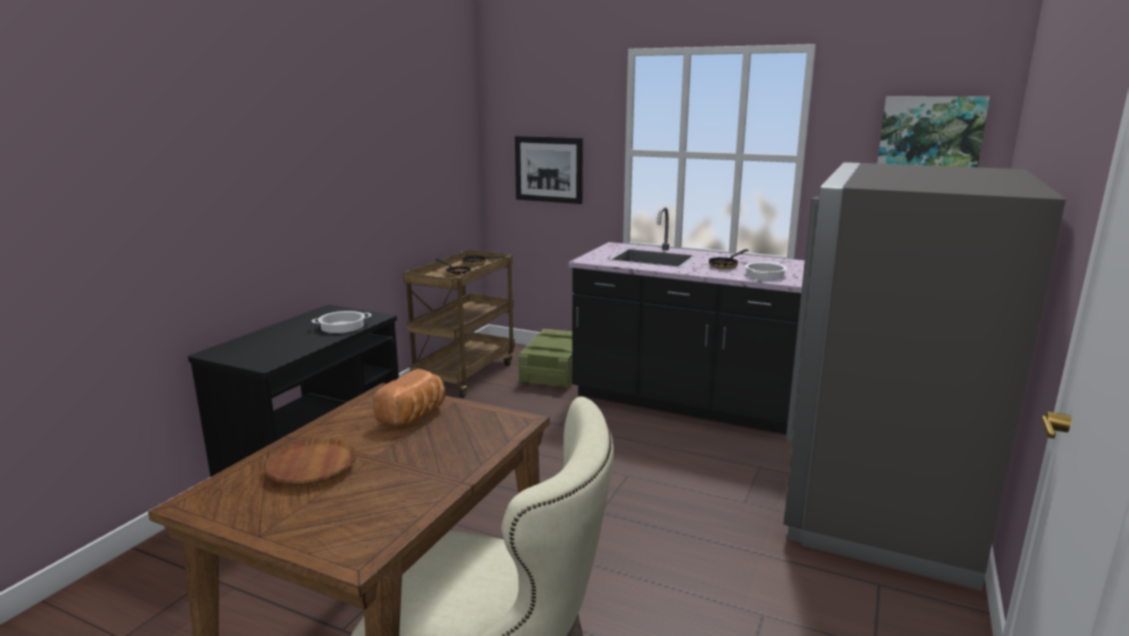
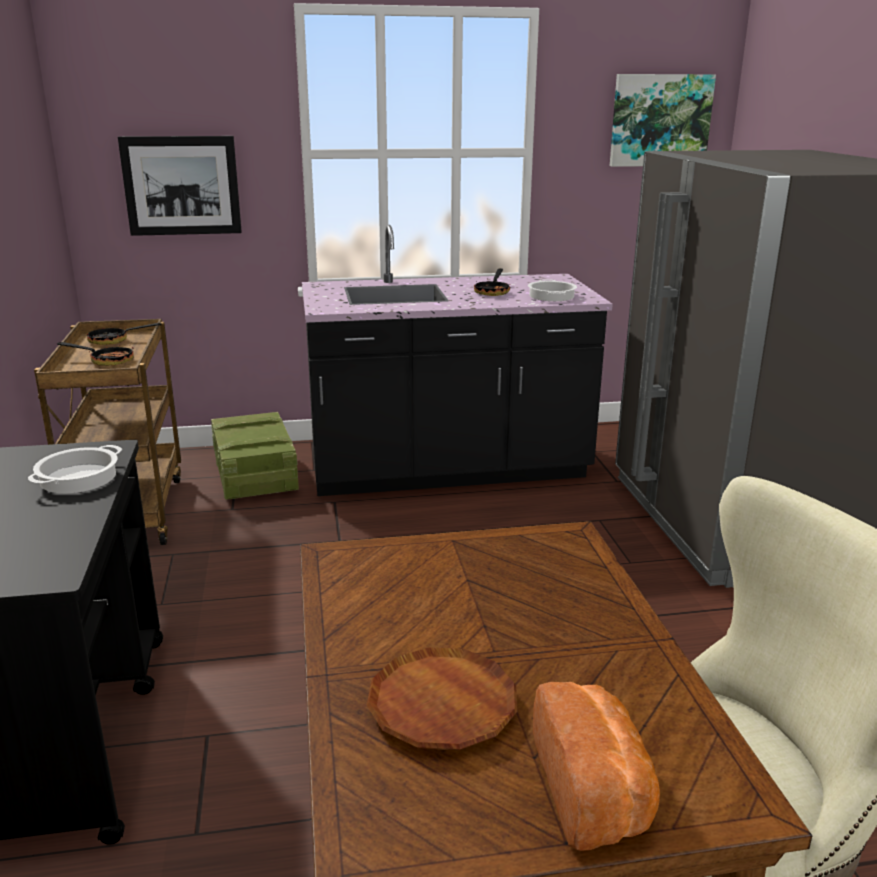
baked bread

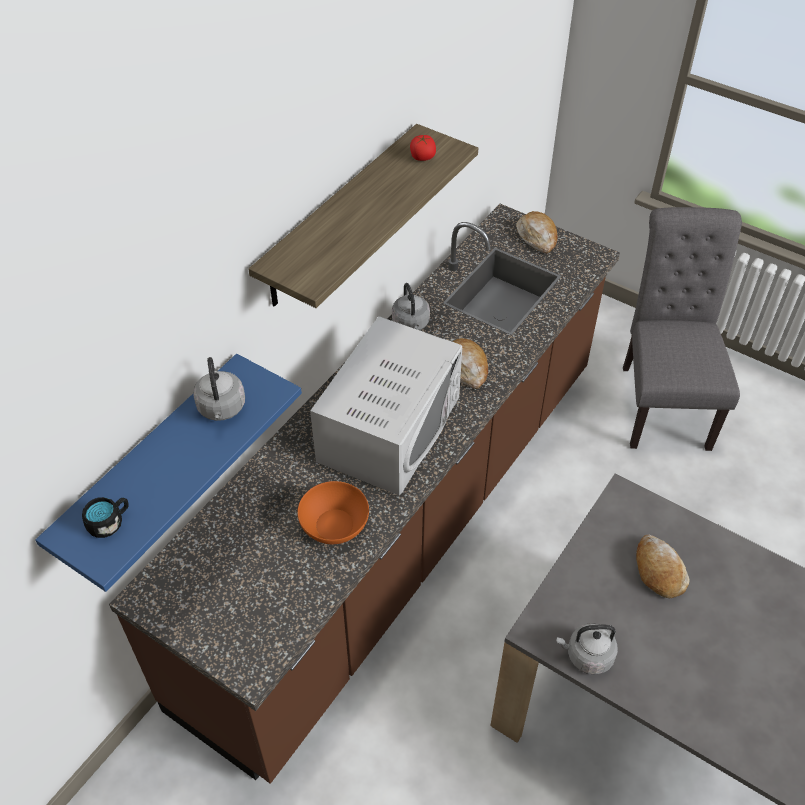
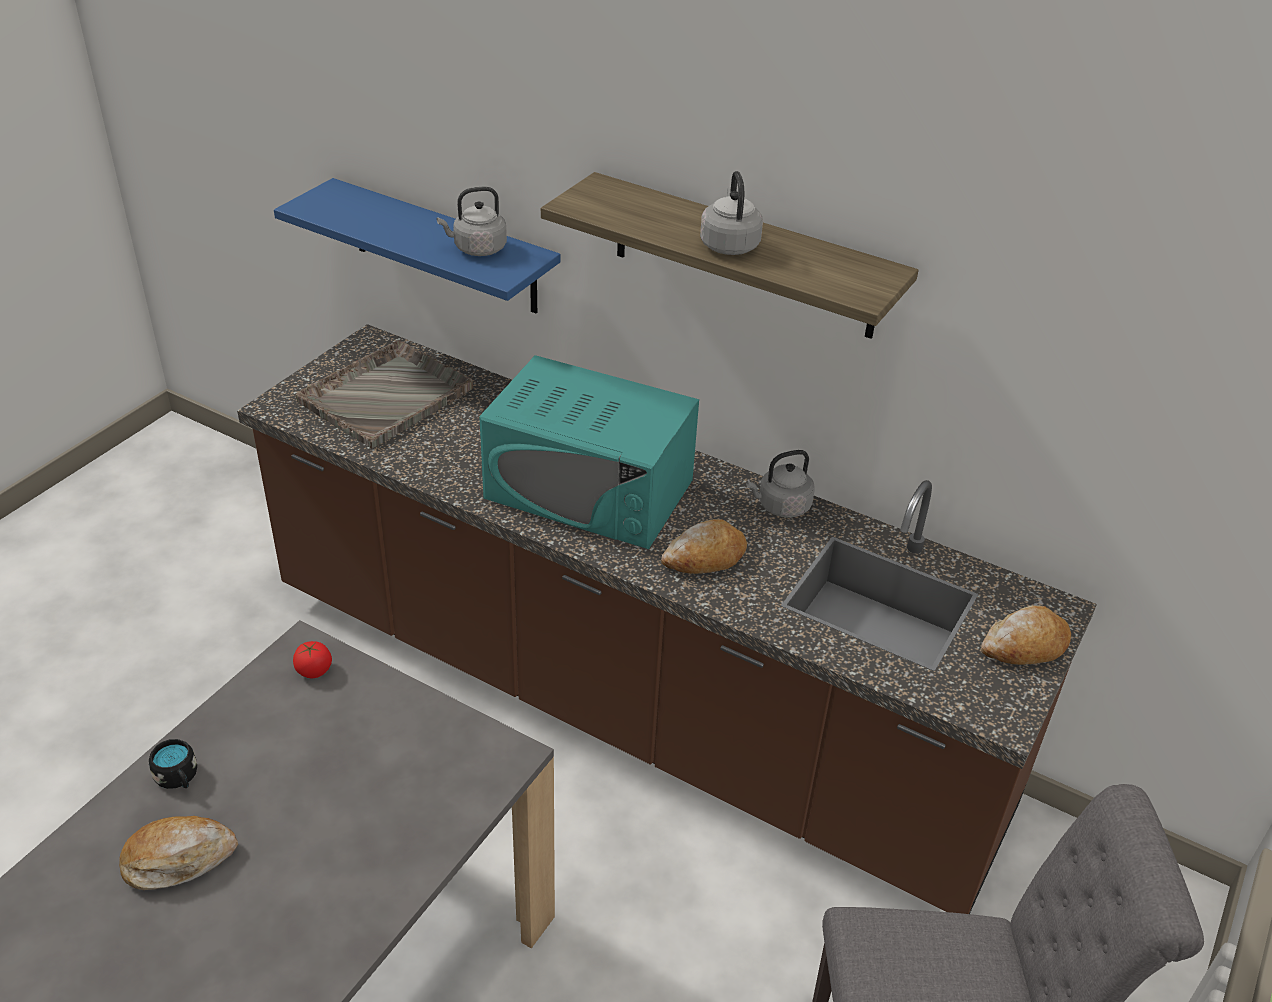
bowl/orange
tray/gray
mug/black
tomato
tea kettle/gray (2nd from left)
baked bread (1st from left)
kitchen microwave/turquoise

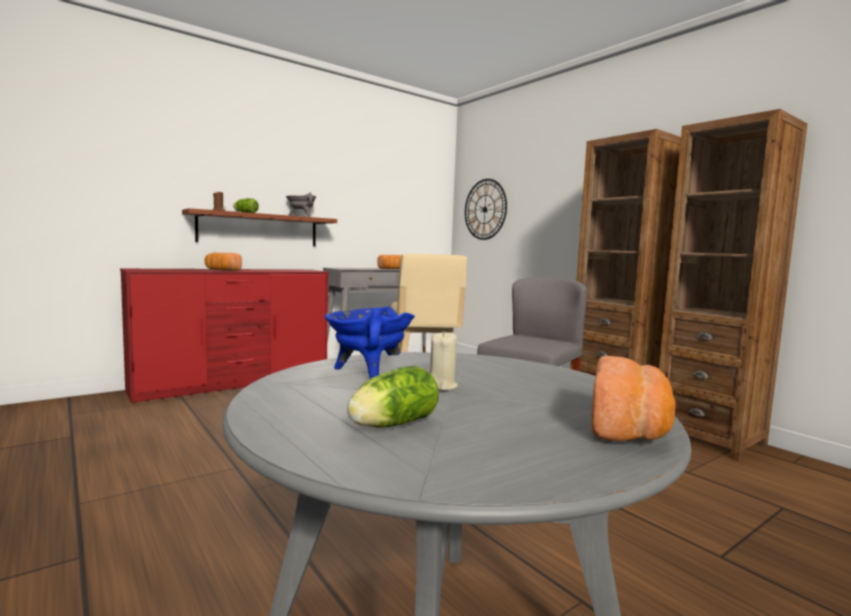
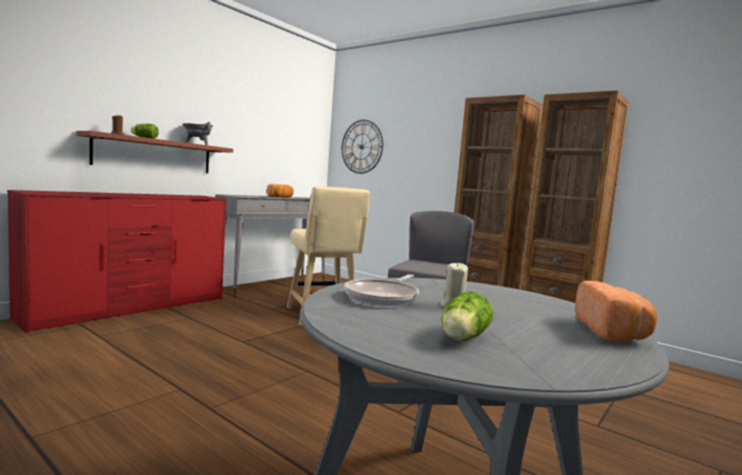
baked bread (1st from left in the first image)
pan

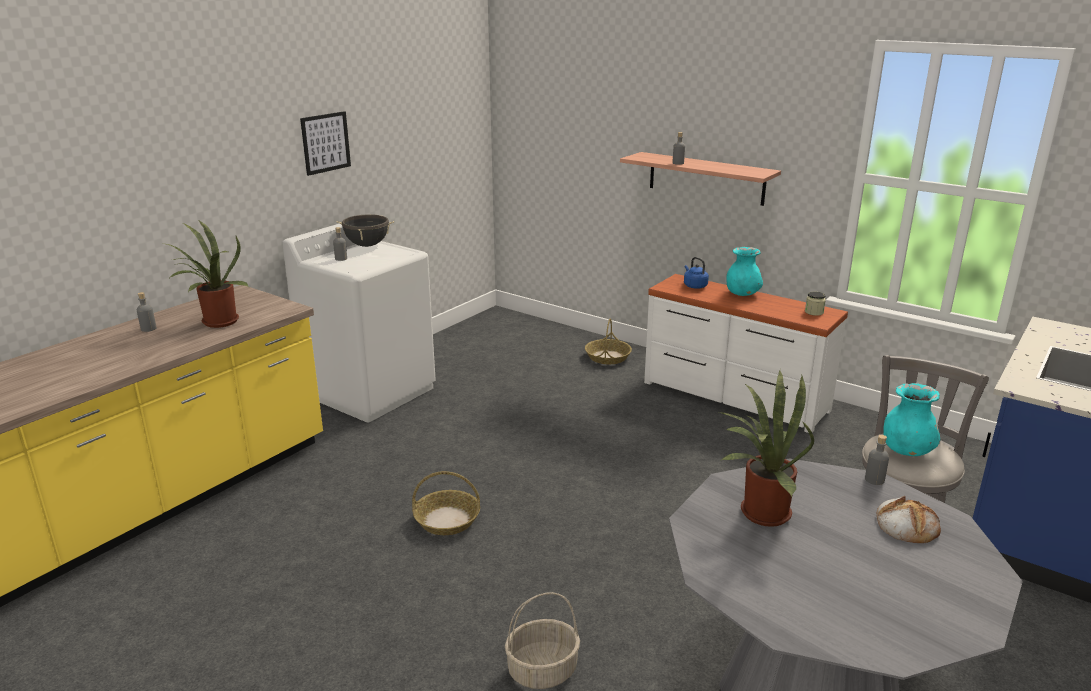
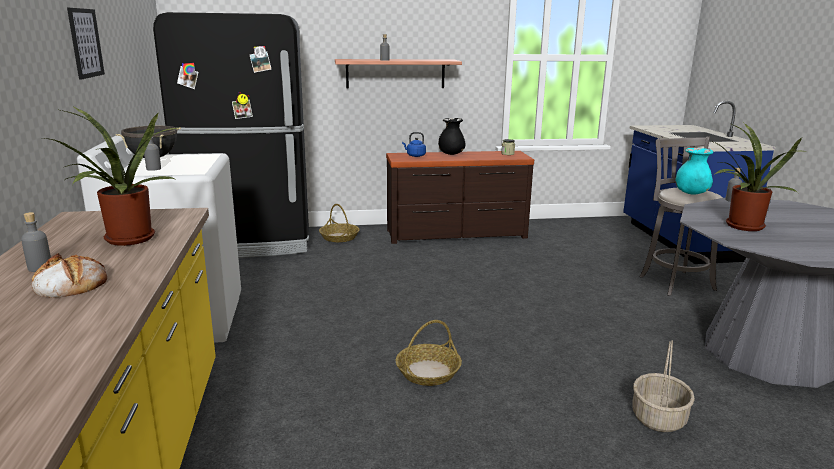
fridge/black
baked bread
chest of drawers/brownish
decorative vase/black

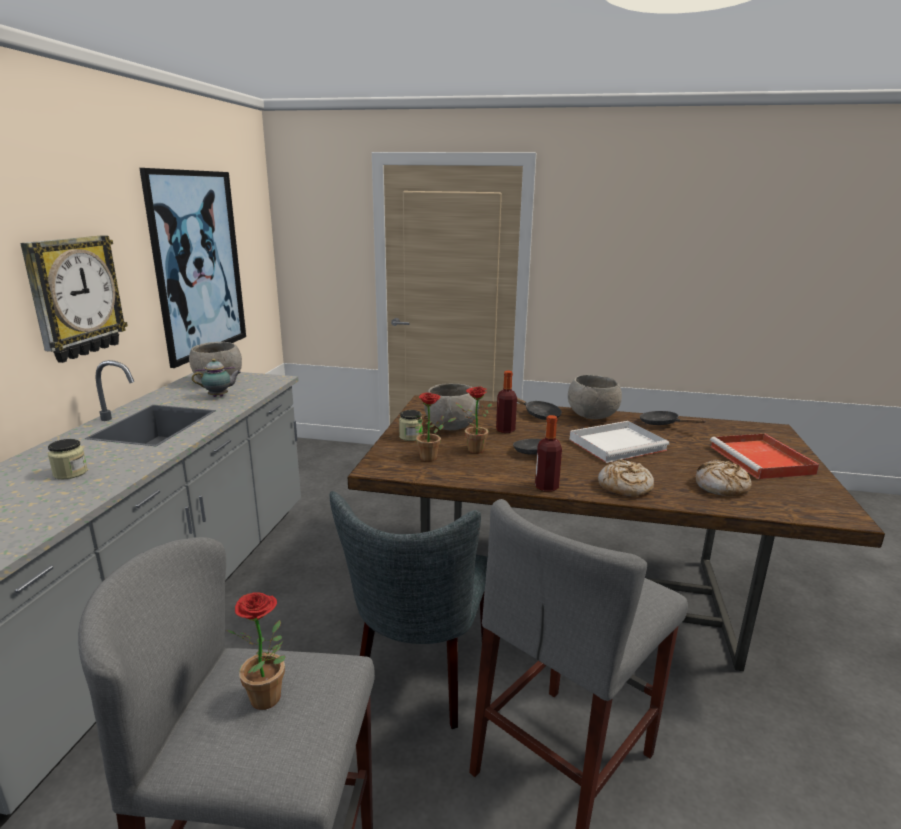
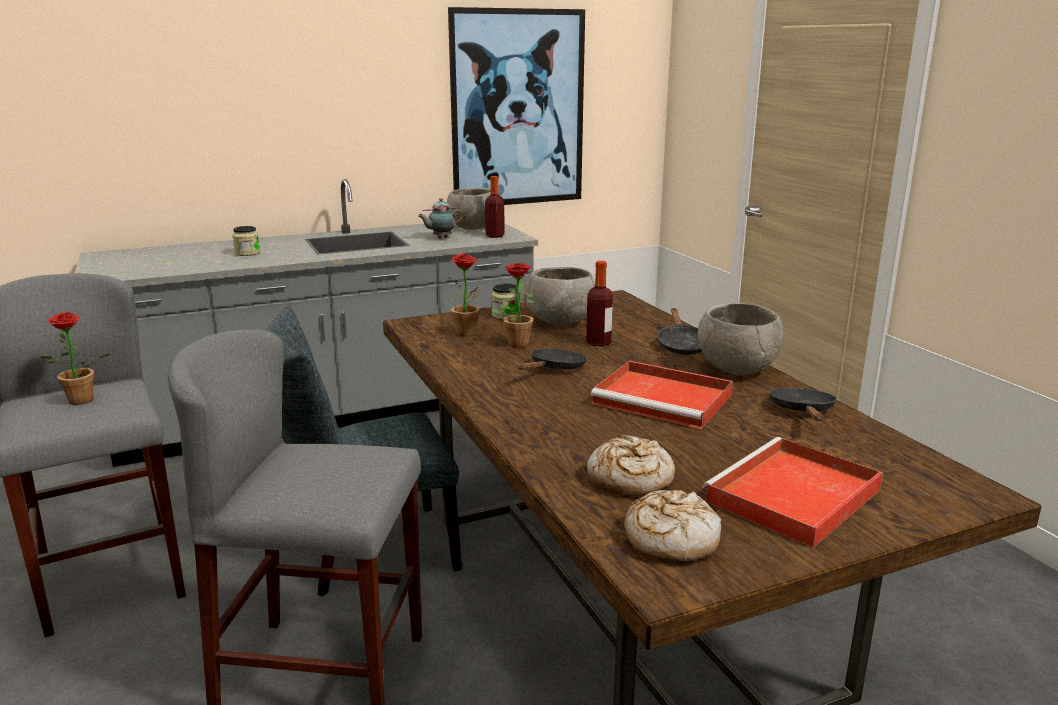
clock on the wall
bottle (1st from left)
baked bread (2nd from left)
tray/red (1st from left)
teapot

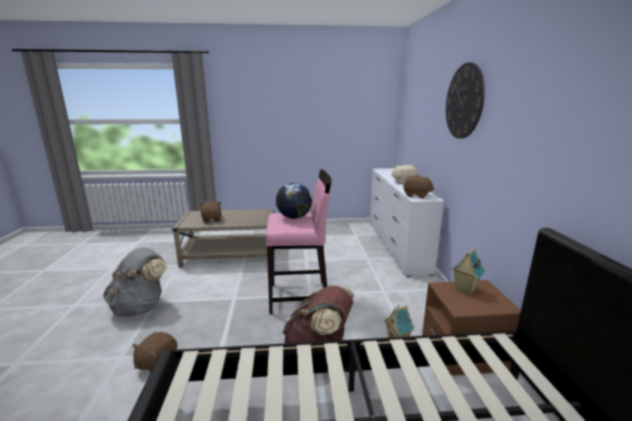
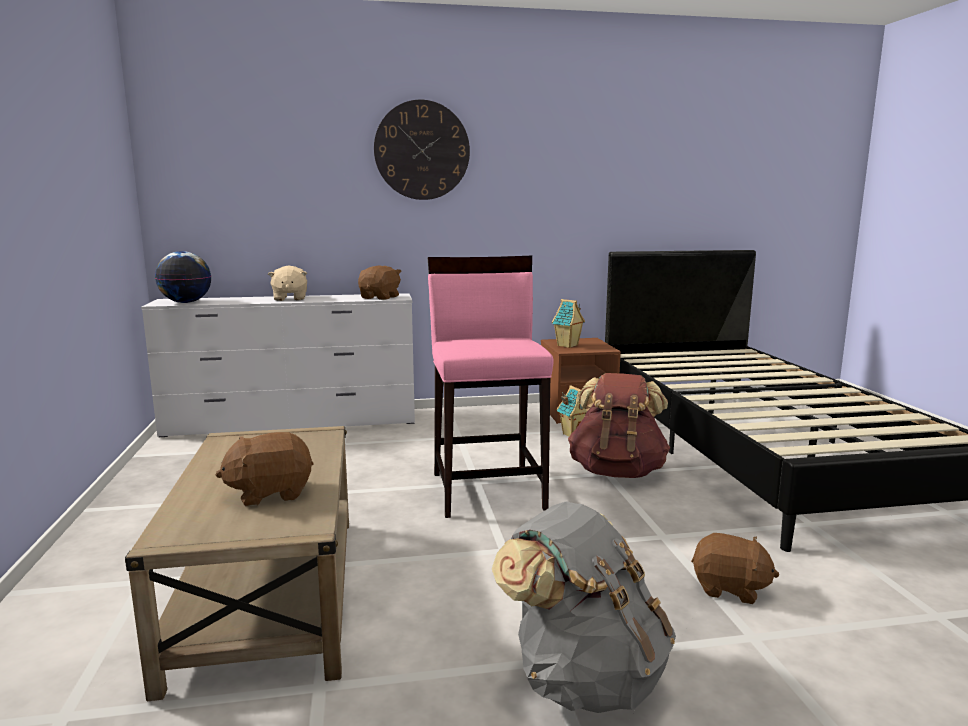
desk globe

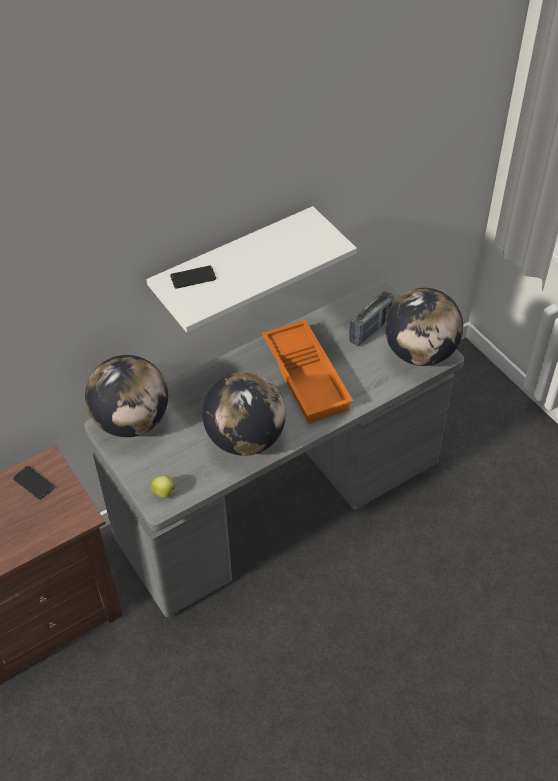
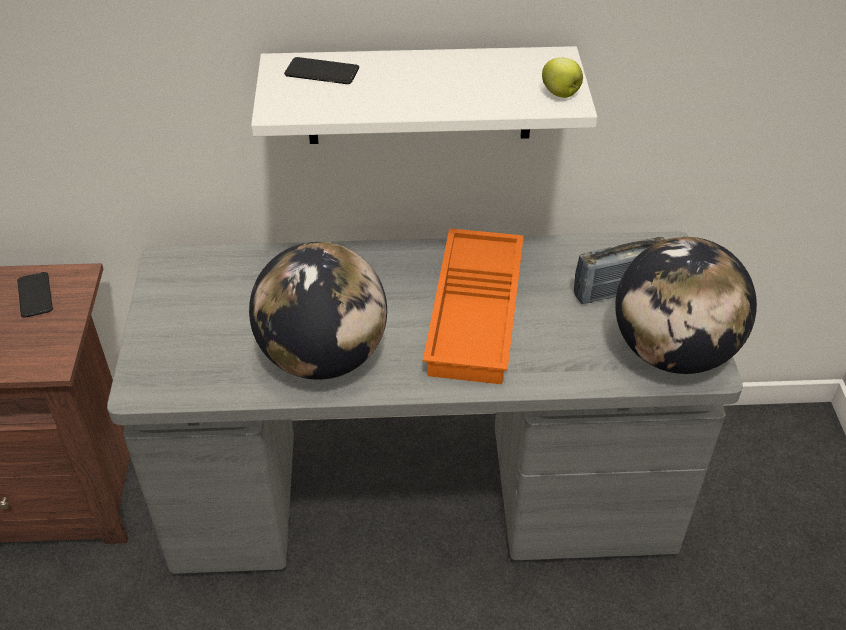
desk globe (1st from left in the first image)
apple fruit

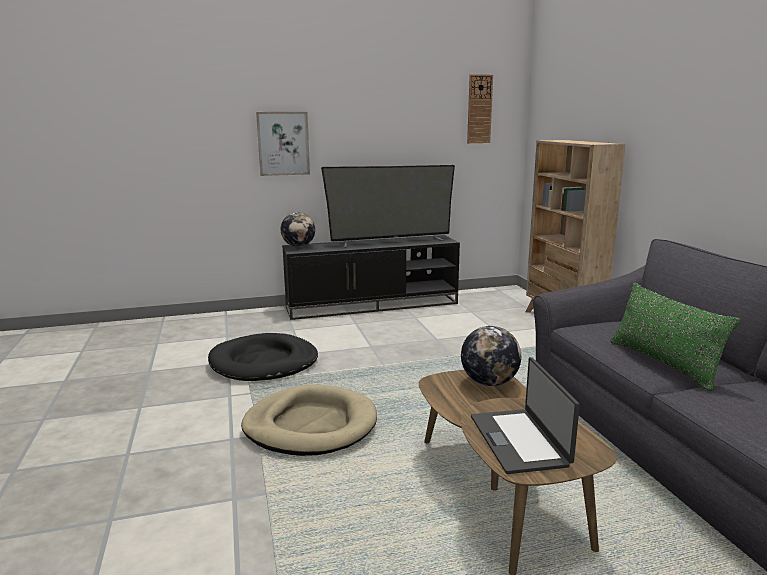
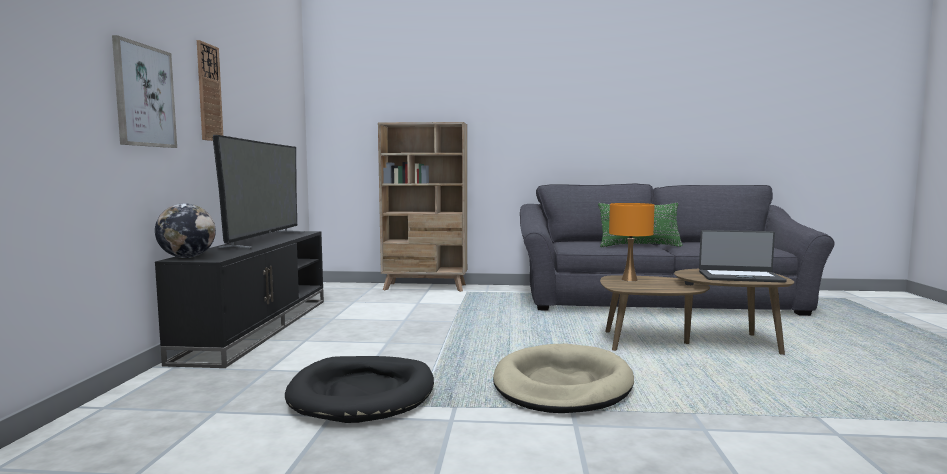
clock on the wall
tabletop lamp/orange

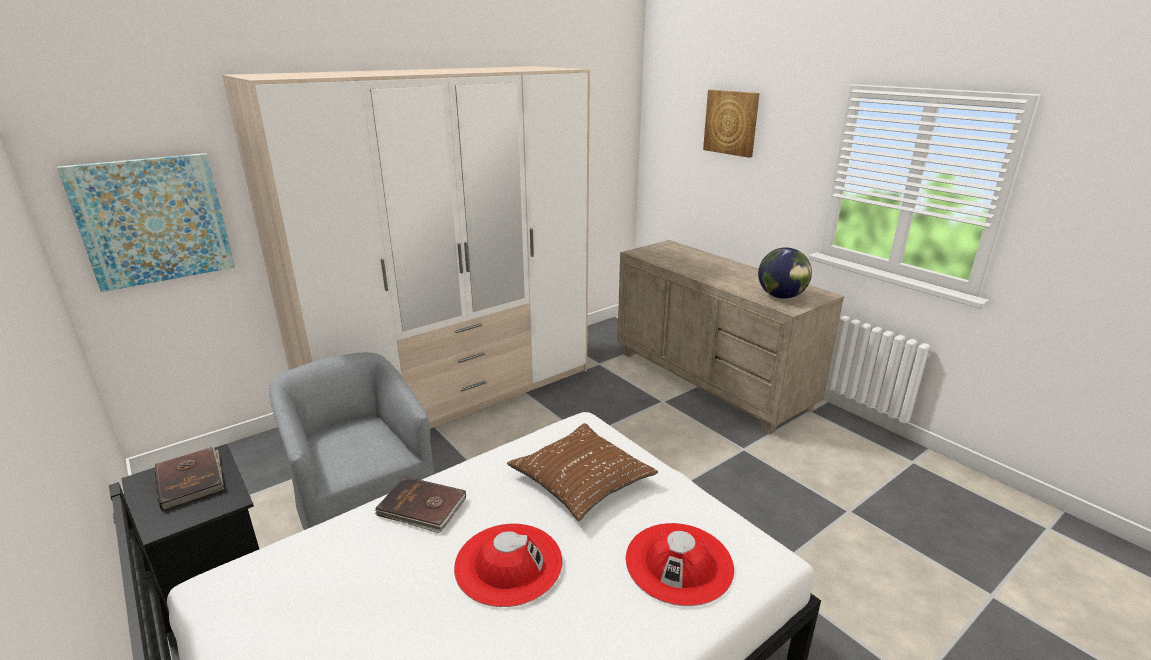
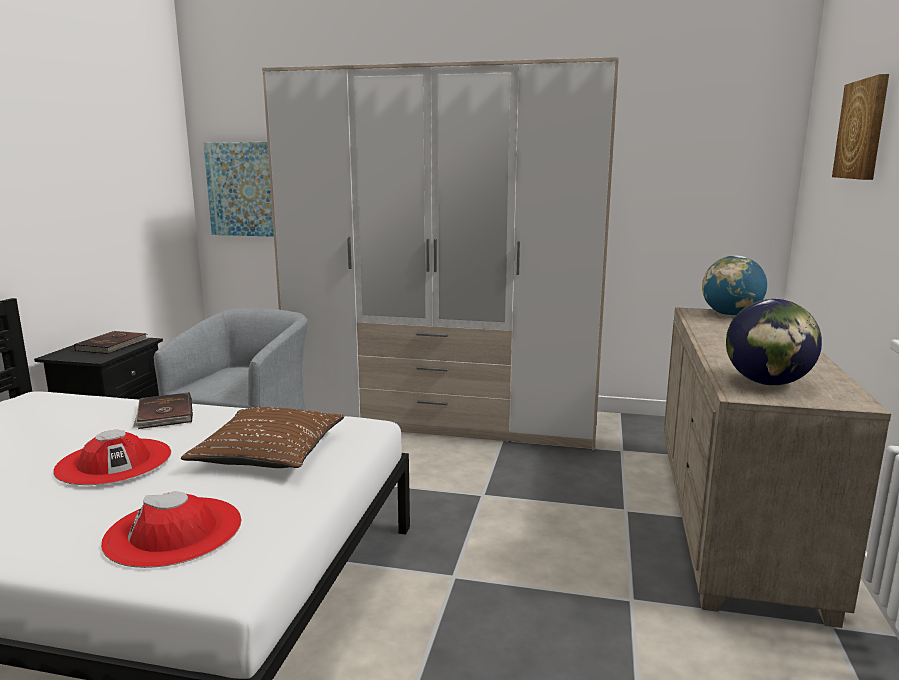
desk globe (1st from left)

